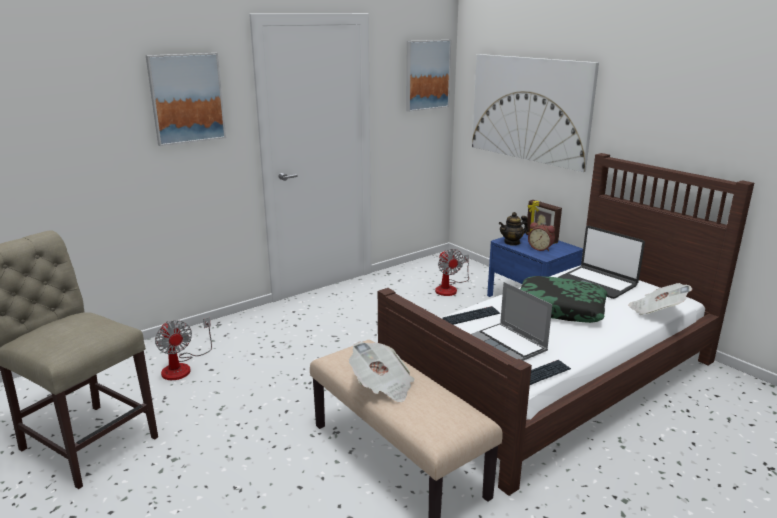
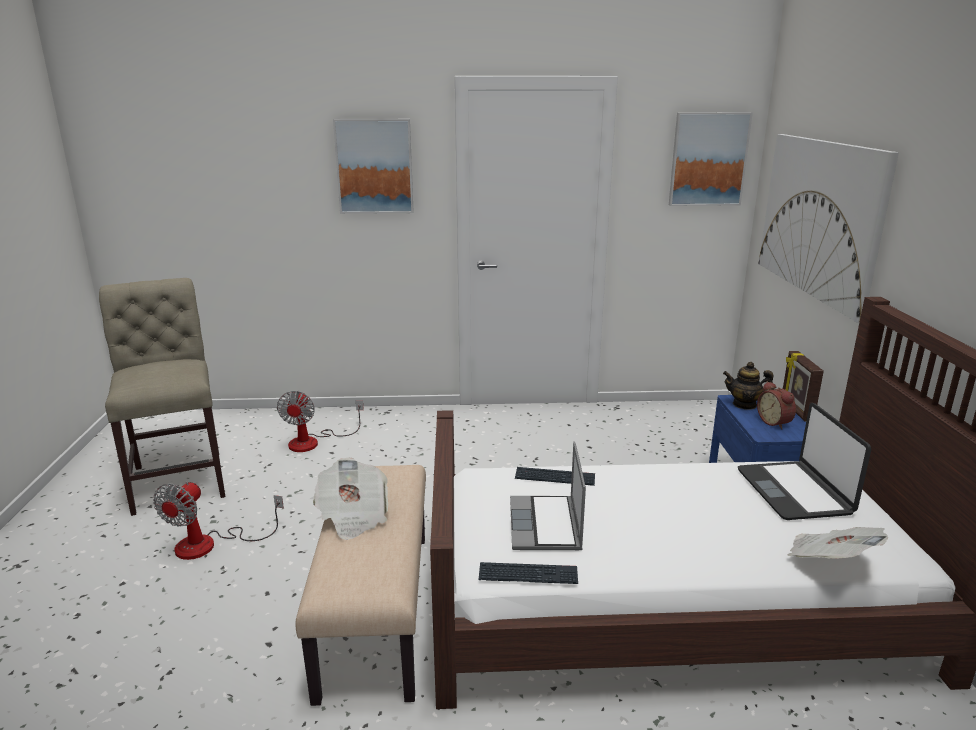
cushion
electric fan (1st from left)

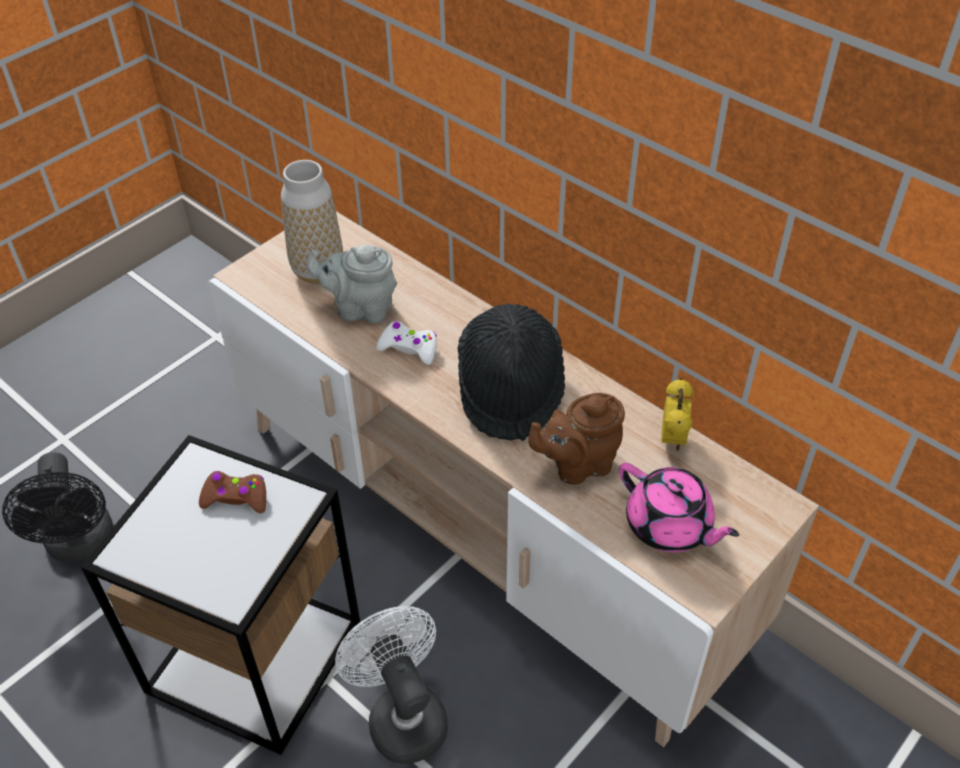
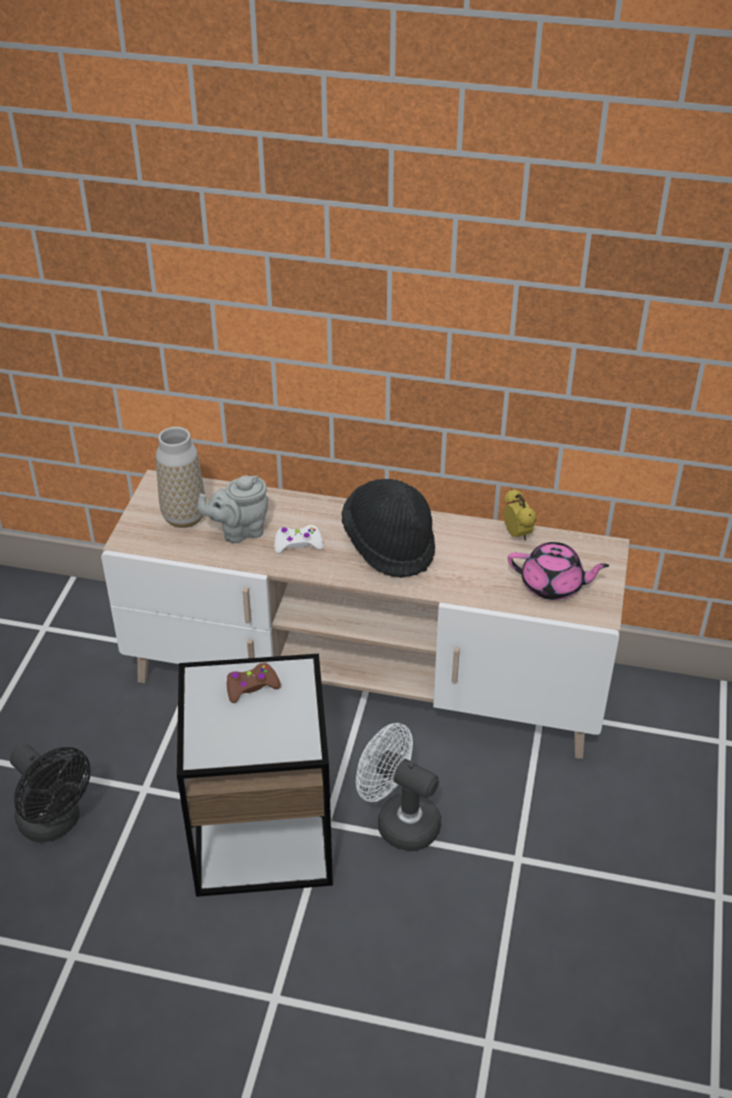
teapot/brownish

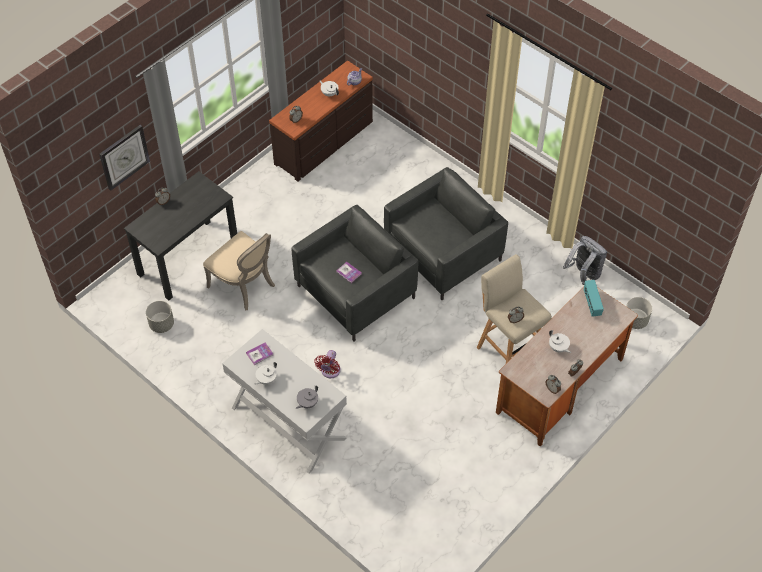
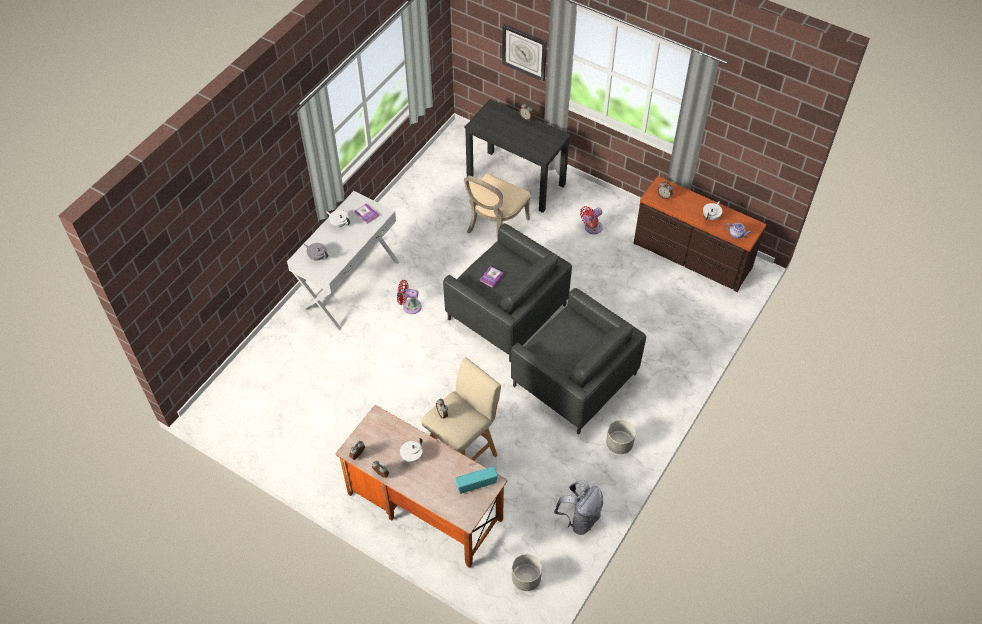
electric fan/red (2nd from left)
plant pot/gray (2nd from left)

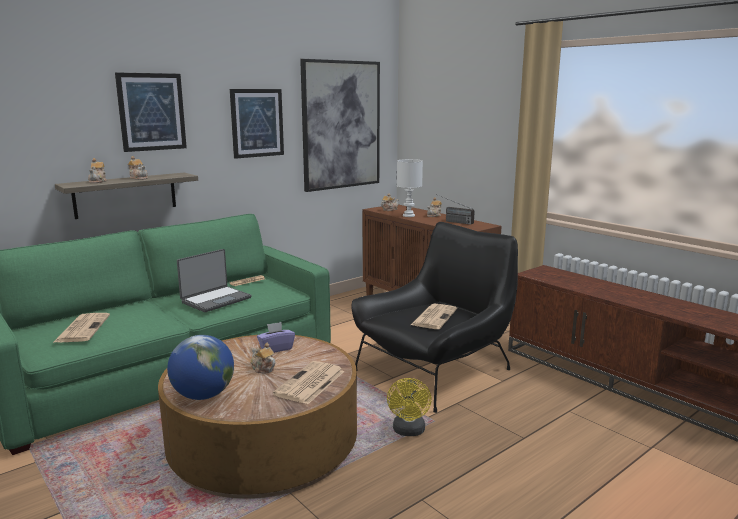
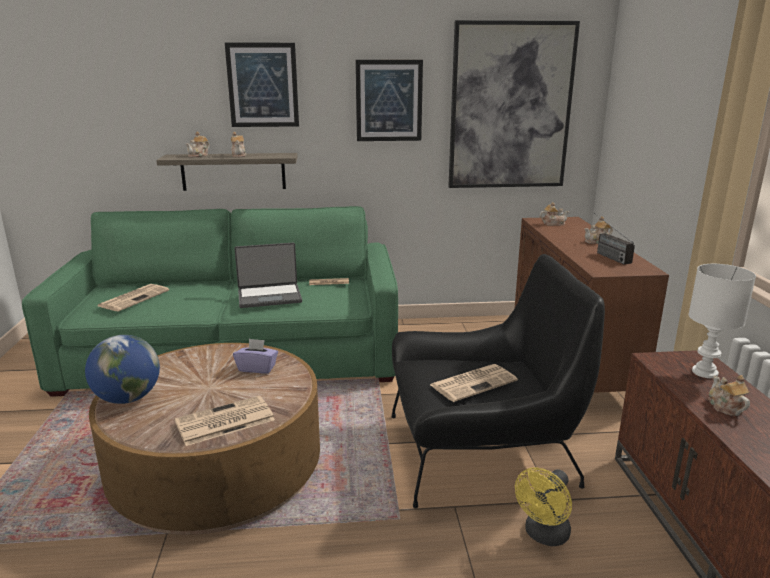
teapot (5th from left)
electric fan/yellow-coloured
tabletop lamp/white

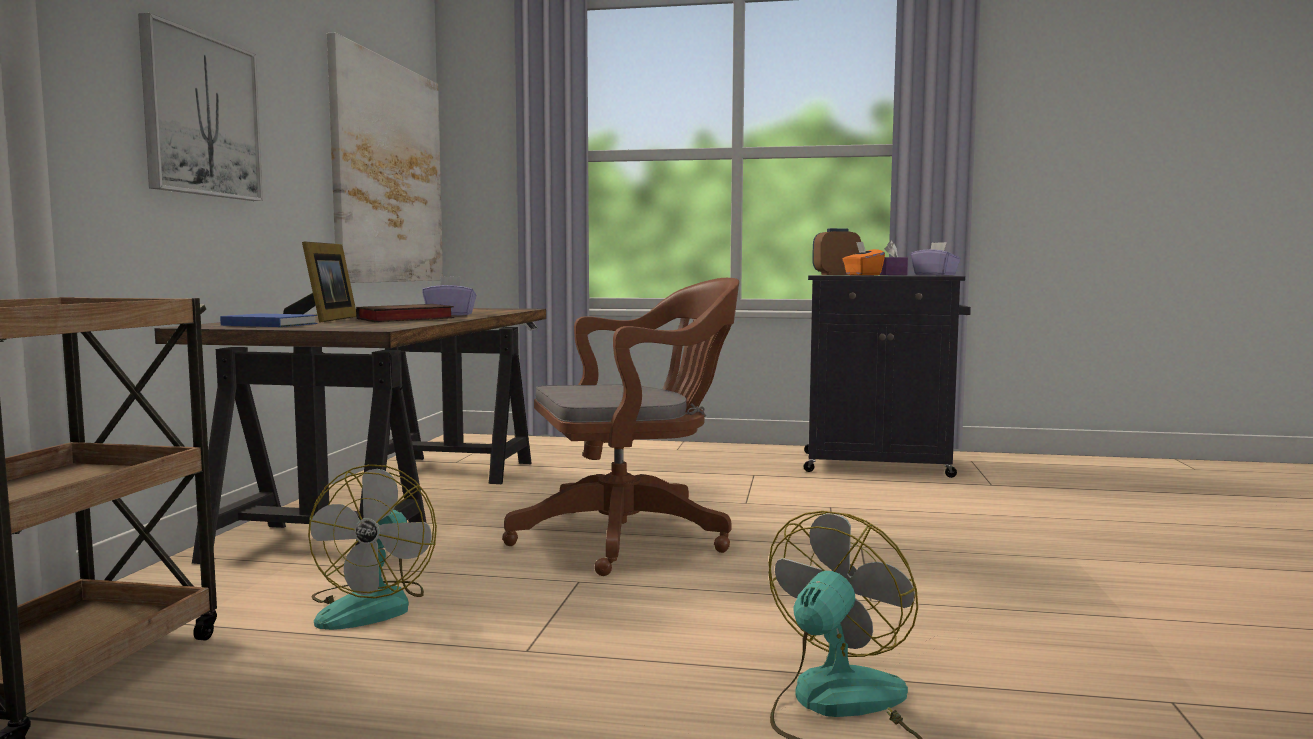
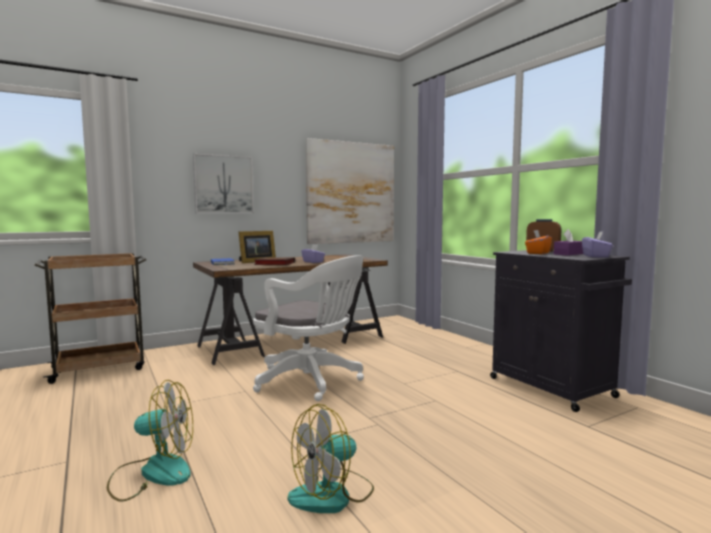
electric fan (2nd from left)
office chair/white

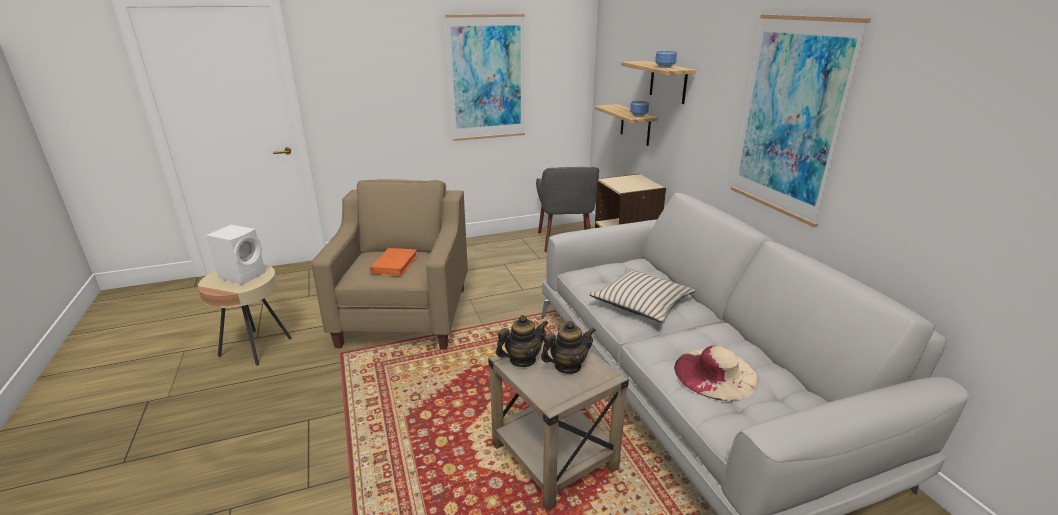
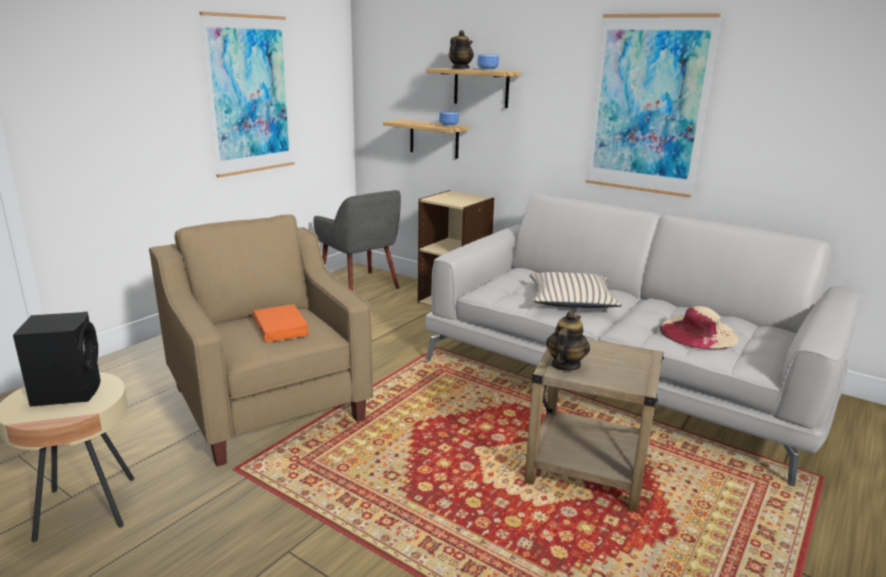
teapot (1st from left)
loudspeaker/black

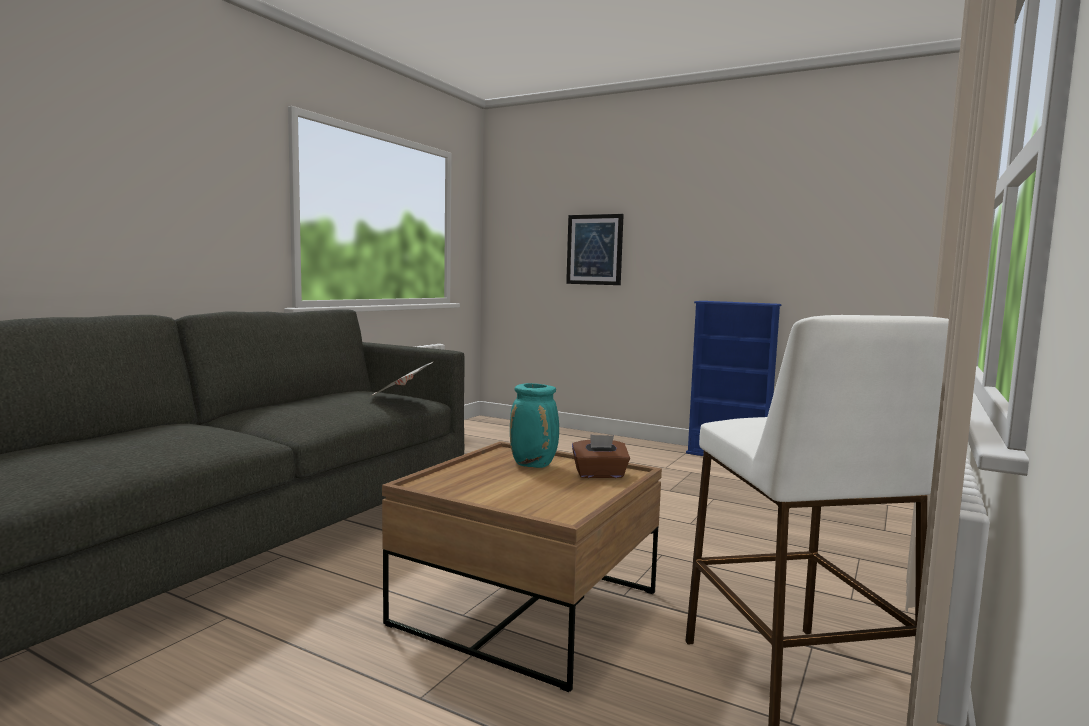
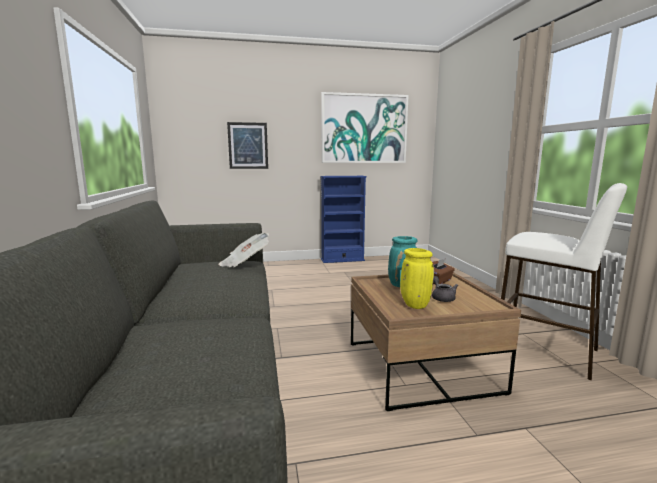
picture (2nd from left)
decorative vase/yellow-coloured
teapot/gray

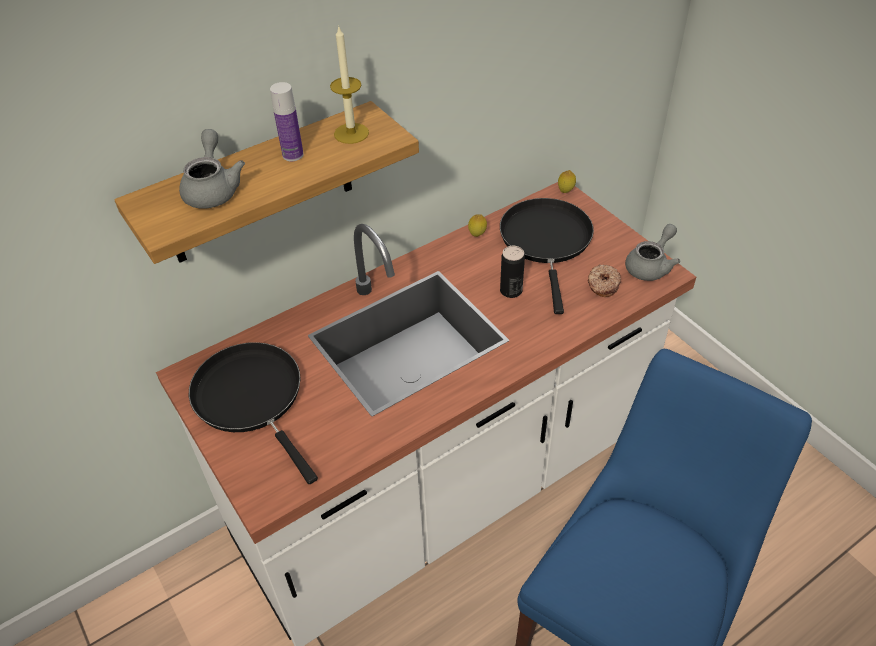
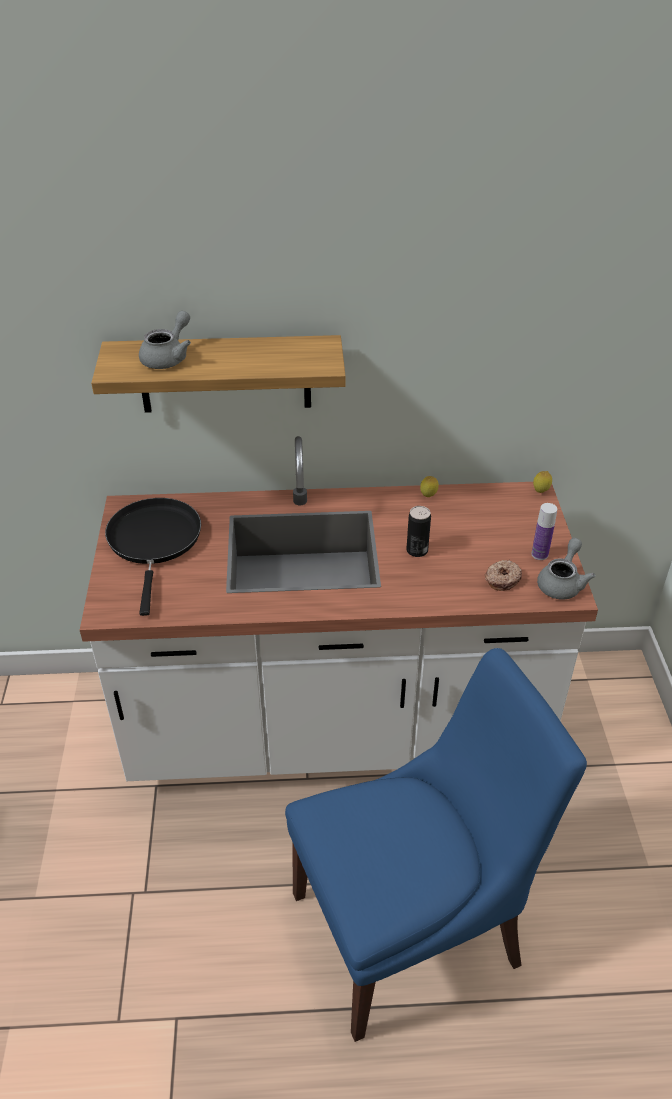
wax candle
pan/black (2nd from left in the first image)
bottle
teapot/gray (2nd from left)

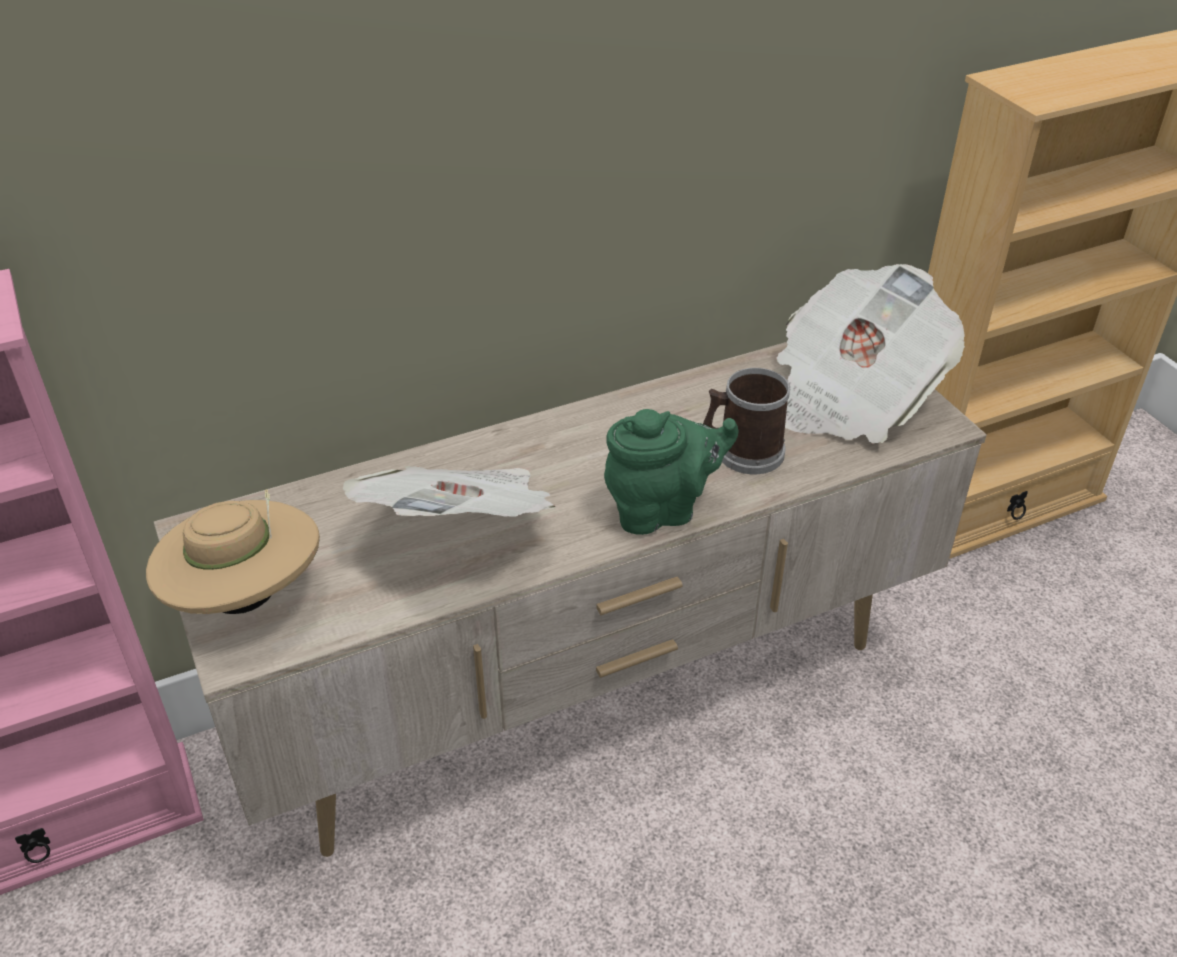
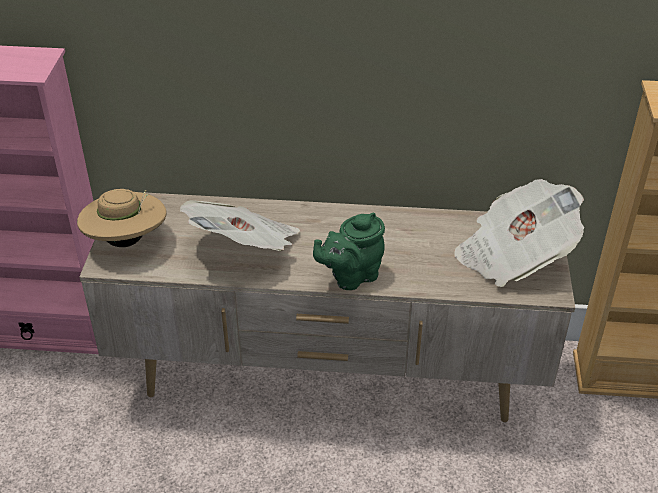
mug
teapot/green

